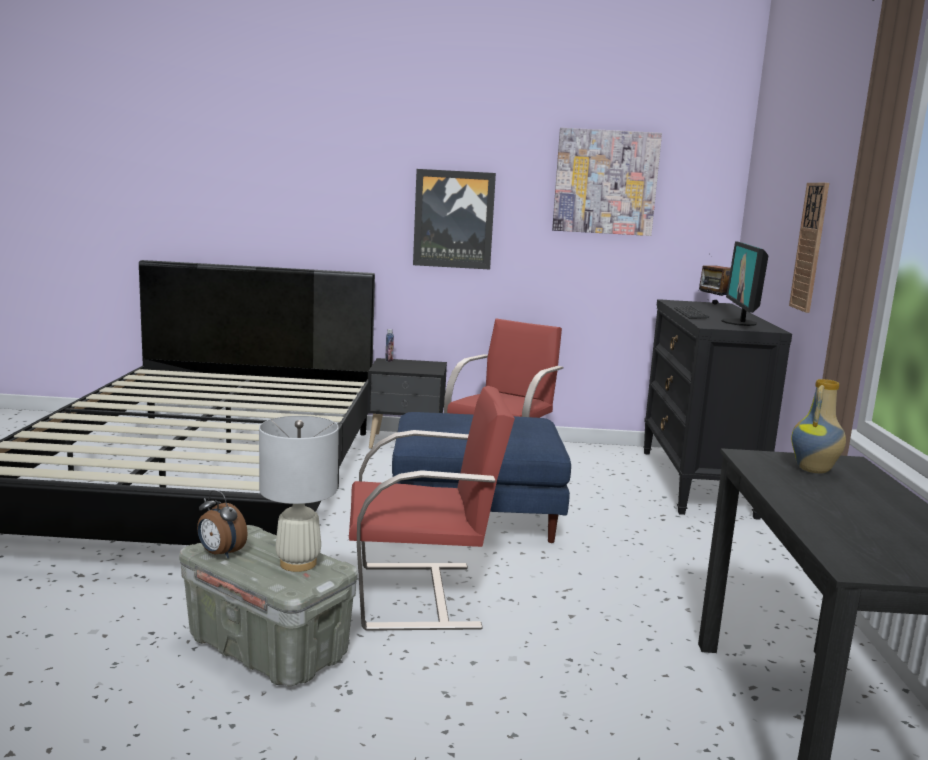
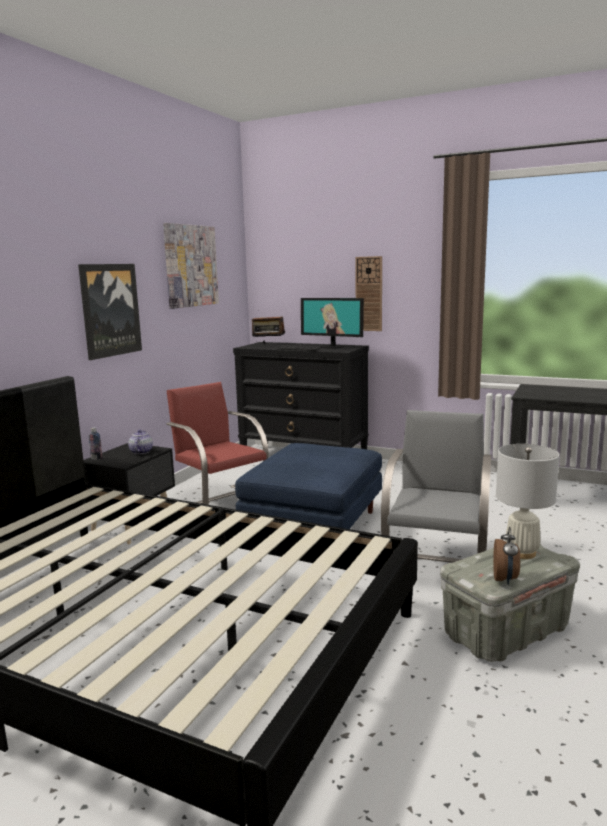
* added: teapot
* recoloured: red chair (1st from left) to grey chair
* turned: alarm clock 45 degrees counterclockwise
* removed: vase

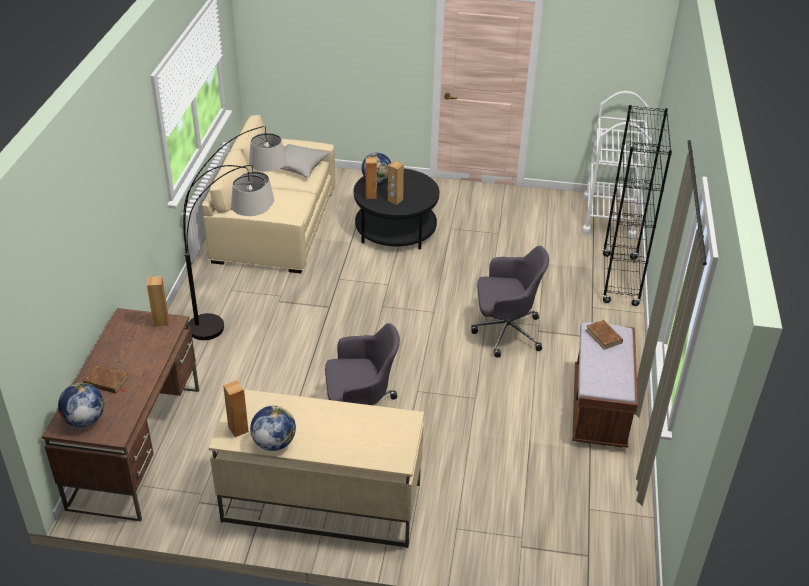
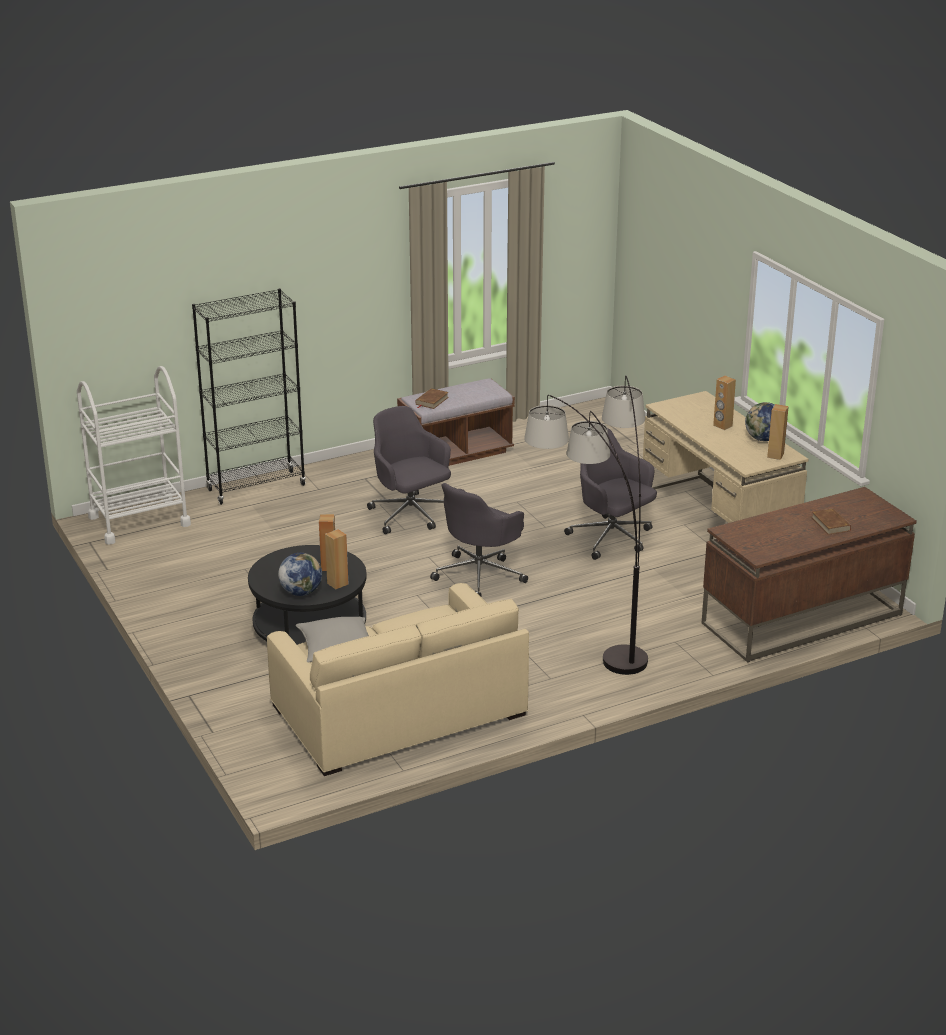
* added: grey office chair (2nd from left)
* moved: brown speaker (1st from left in the first image) to brown speaker (3rd from left)
* removed: globe (1st from left)

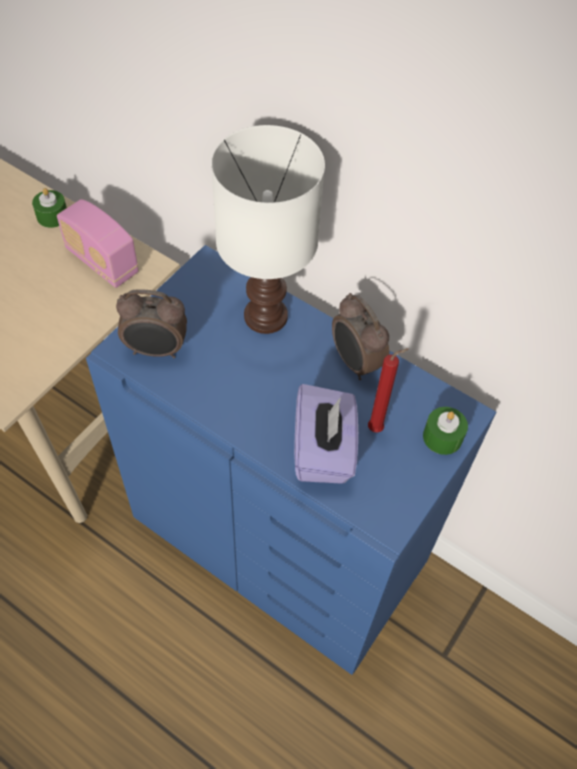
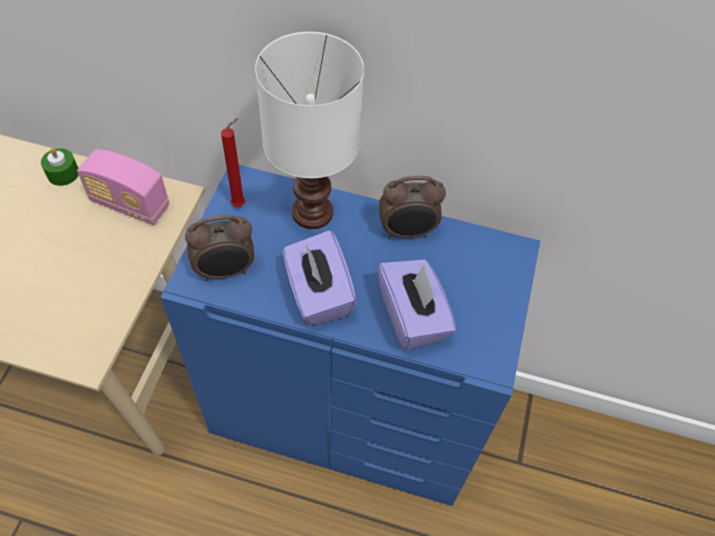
* moved: red candle
* added: purple tissue box (1st from left)
* turned: alarm clock (2nd from left) 45 degrees counterclockwise
* removed: green candle (2nd from left)

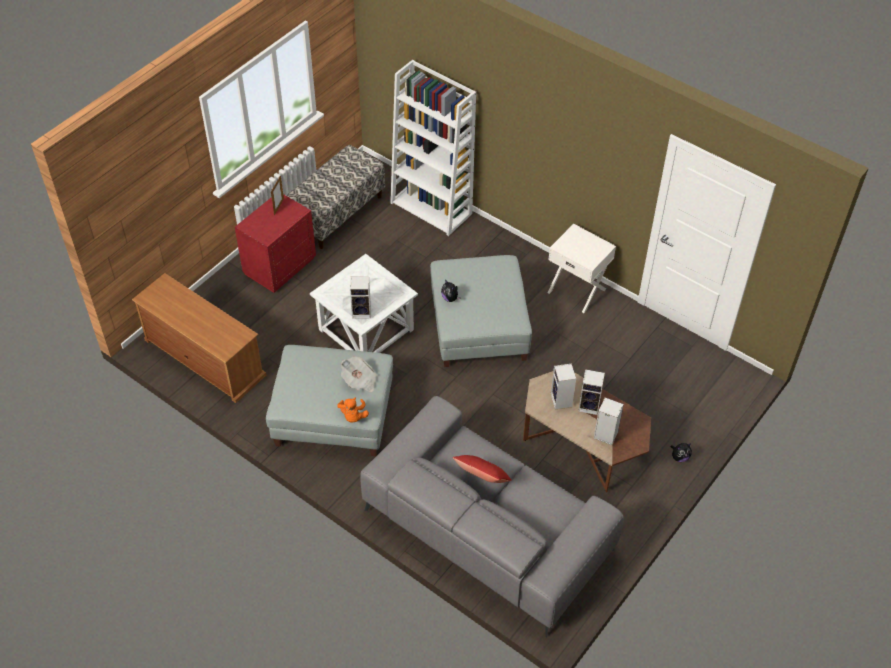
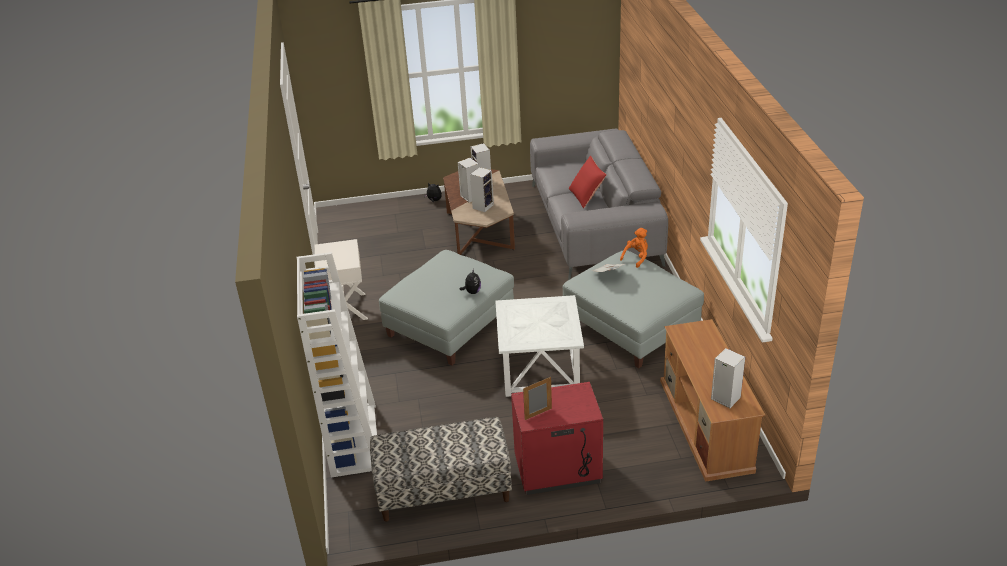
* moved: speaker (1st from left in the first image) to speaker (4th from left)

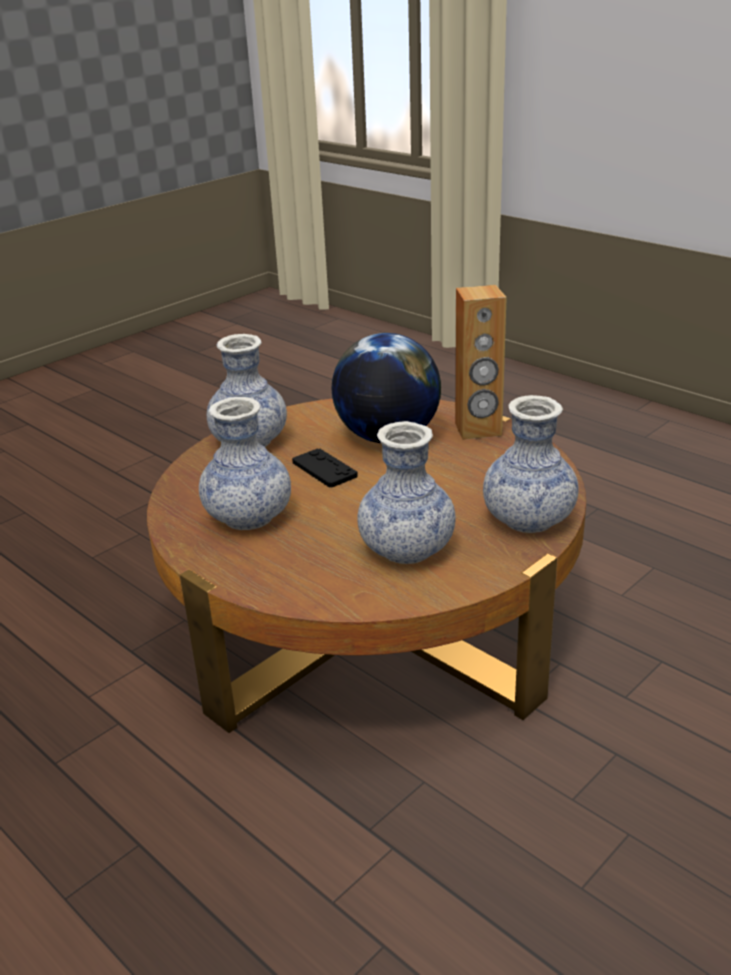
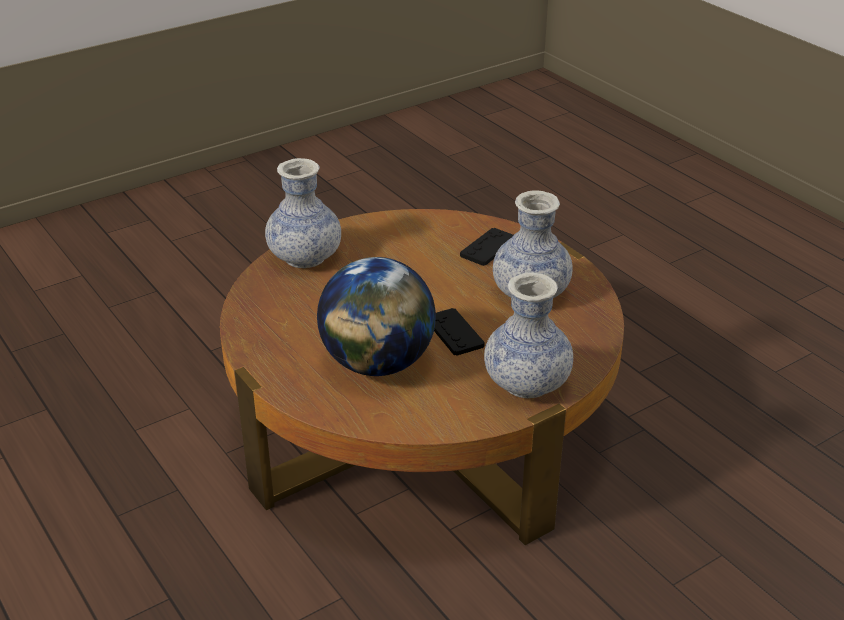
* added: black game controller (2nd from left)
* removed: vase (3rd from left)
* removed: brown speaker

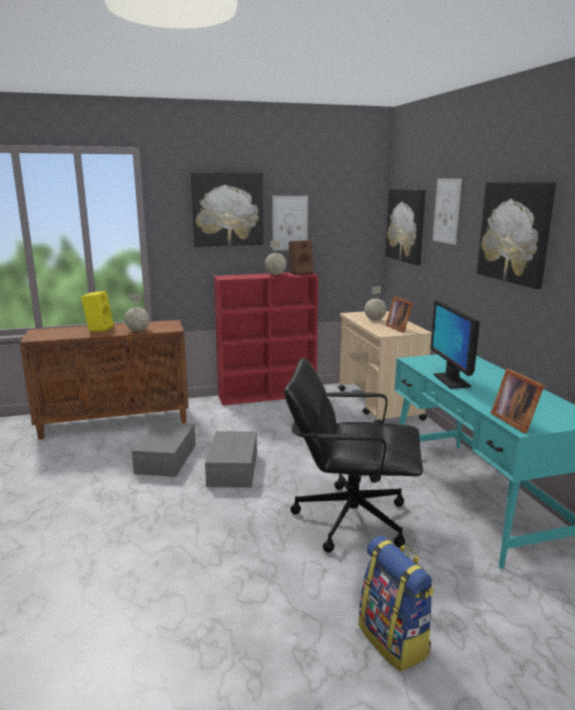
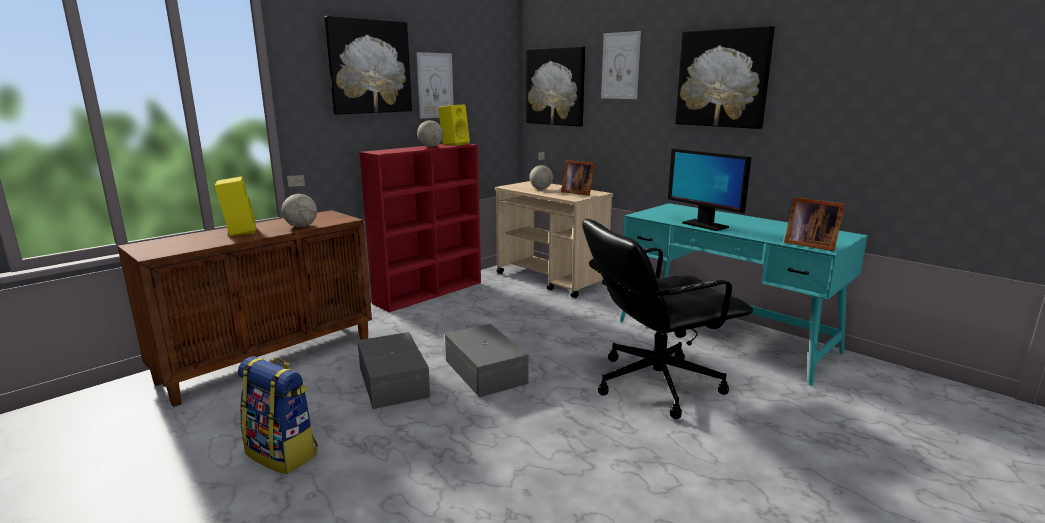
* moved: backpack
* recoloured: brown speaker to yellow speaker (2nd from left)

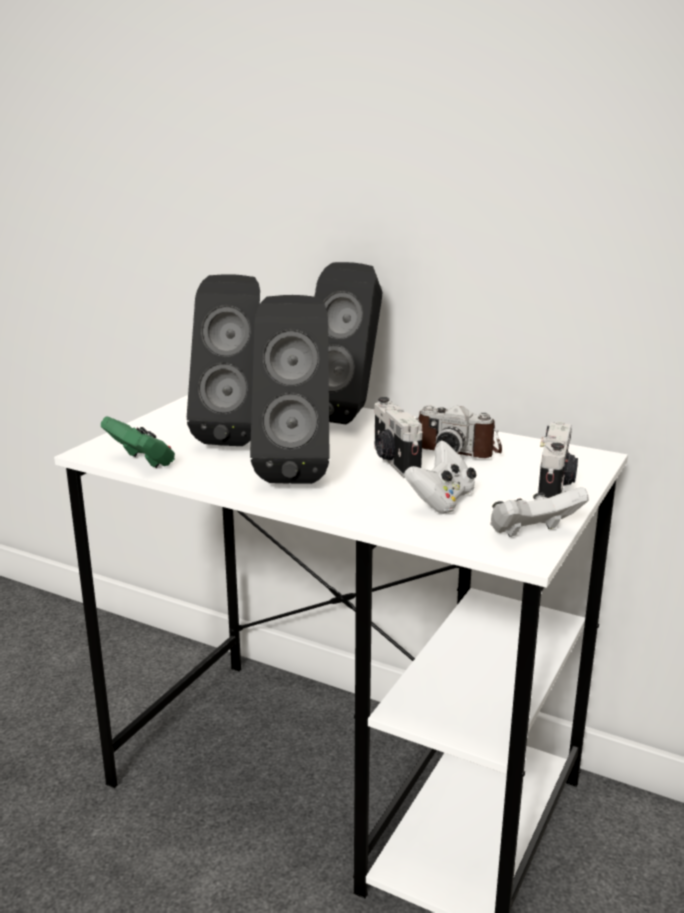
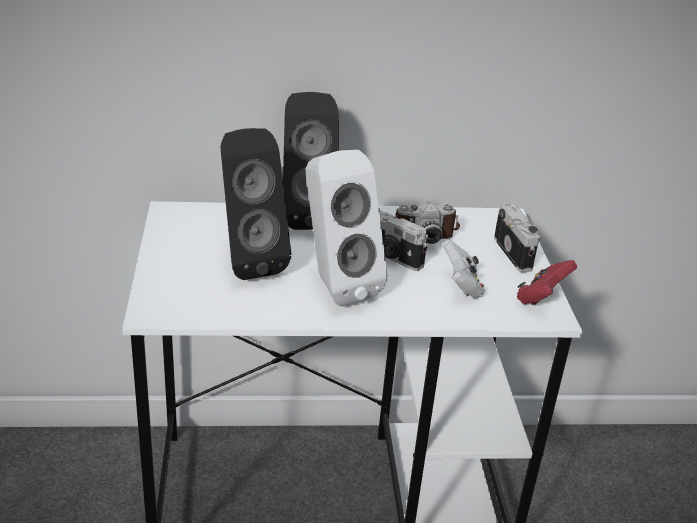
* recoloured: black speaker (2nd from left) to white speaker
* recoloured: white game controller (2nd from left) to red game controller
* removed: green game controller

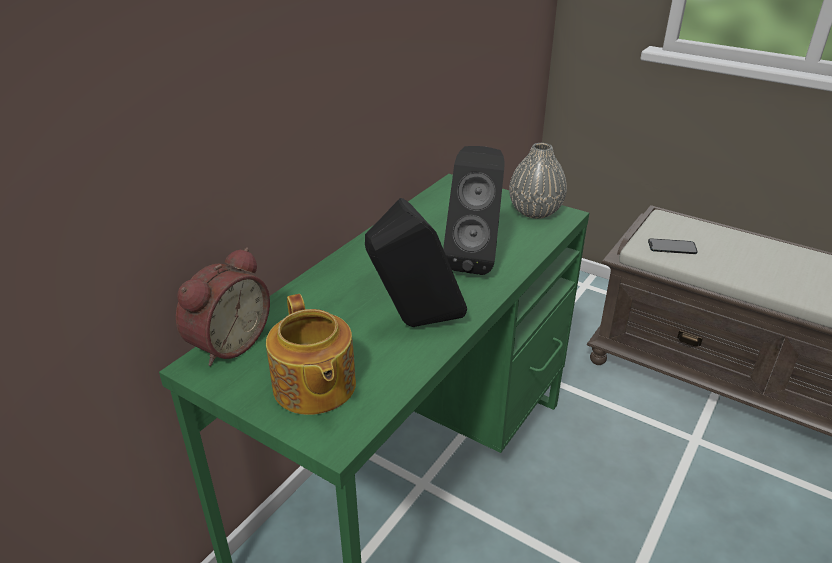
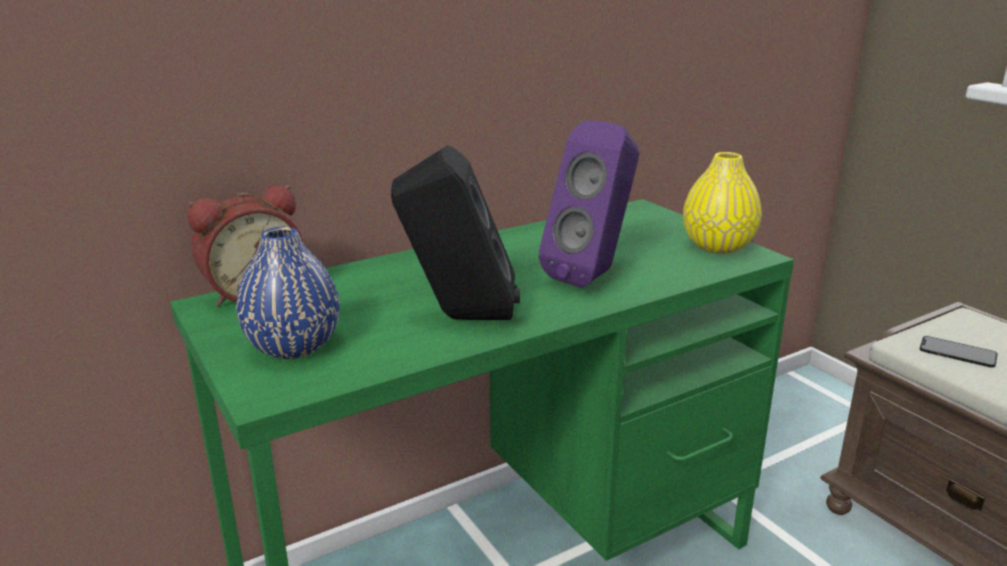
* replaced: teapot to blue vase
* recoloured: black speaker (2nd from left) to purple speaker
* recoloured: grey vase to yellow vase

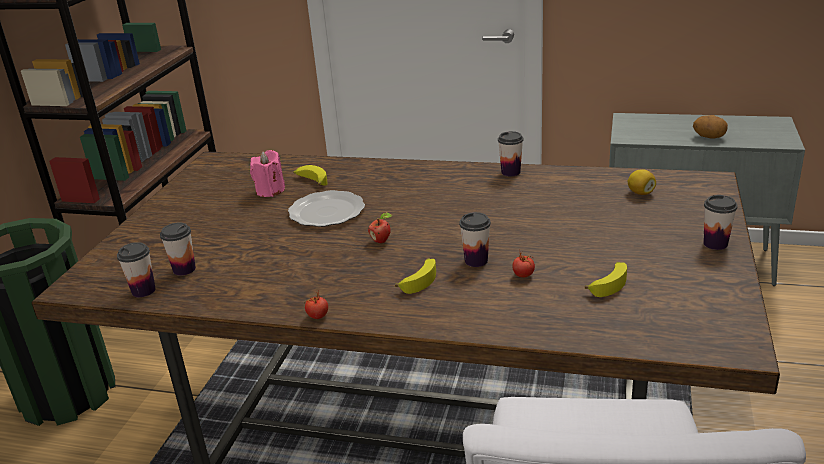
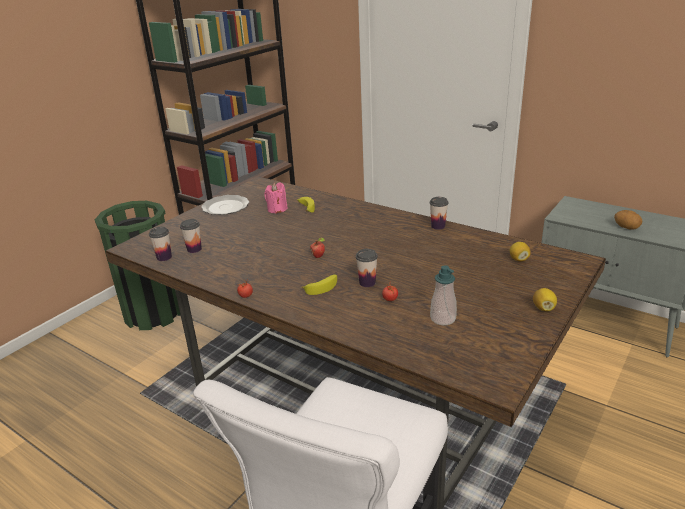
* moved: plate
* replaced: banana (3rd from left) to soap dispenser
* replaced: cup (5th from left) to lemon (2nd from left)

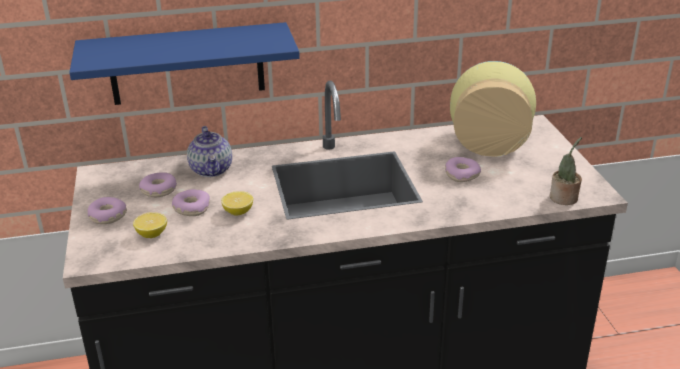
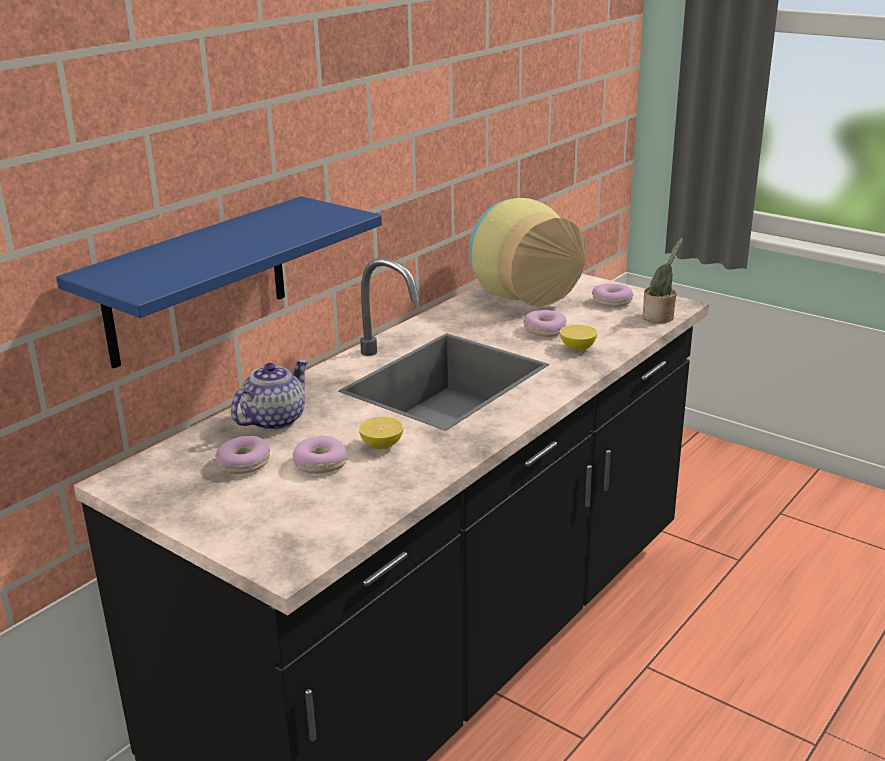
* turned: teapot 90 degrees counterclockwise
* moved: lemon (1st from left in the first image) to lemon (2nd from left)
* moved: donut (1st from left in the first image) to donut (4th from left)

